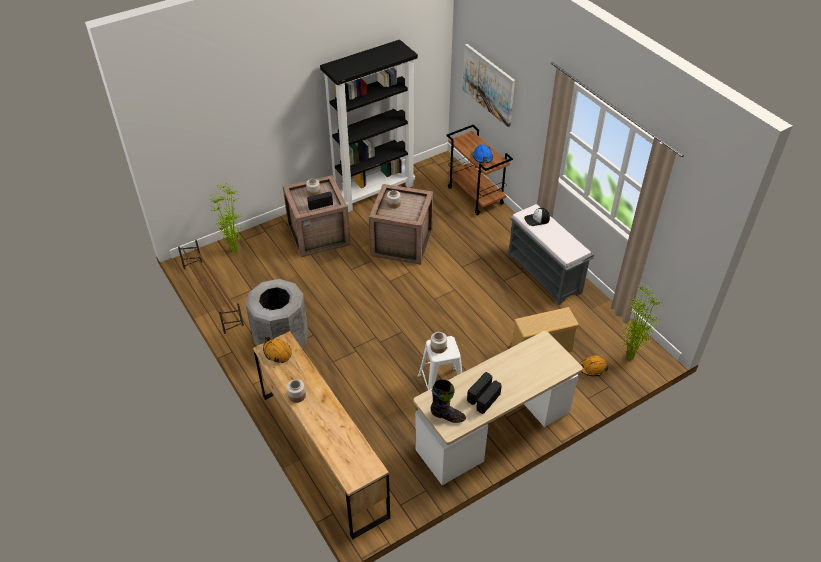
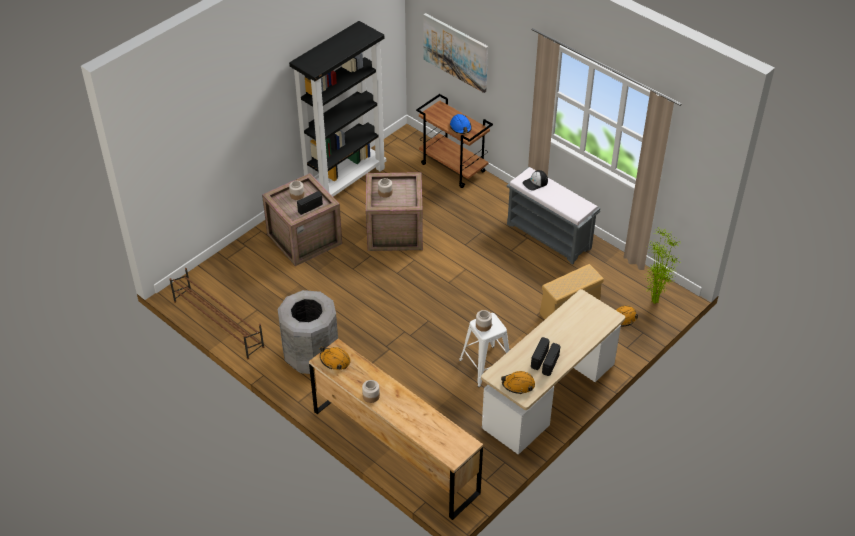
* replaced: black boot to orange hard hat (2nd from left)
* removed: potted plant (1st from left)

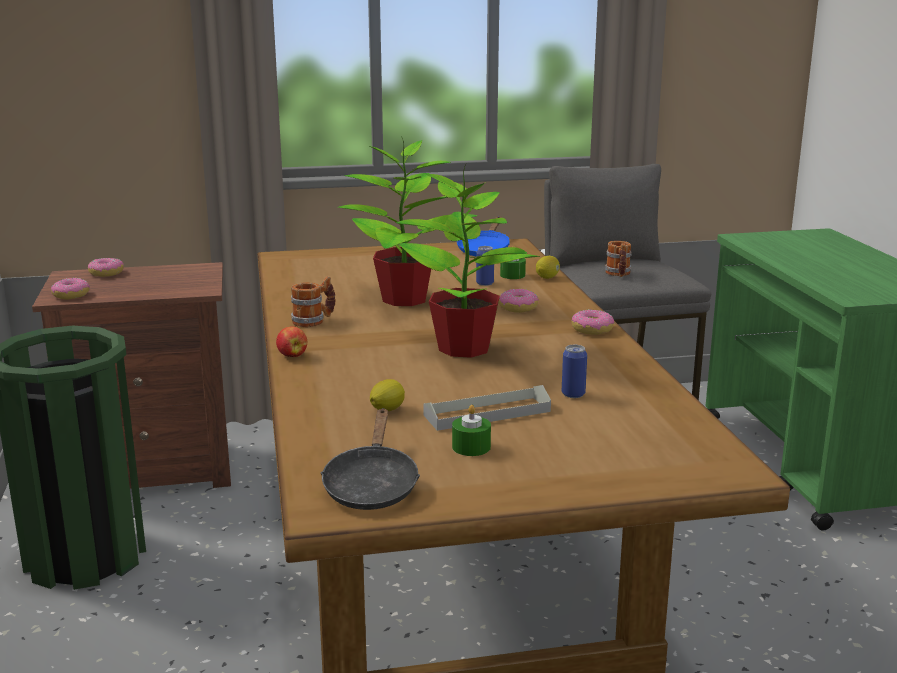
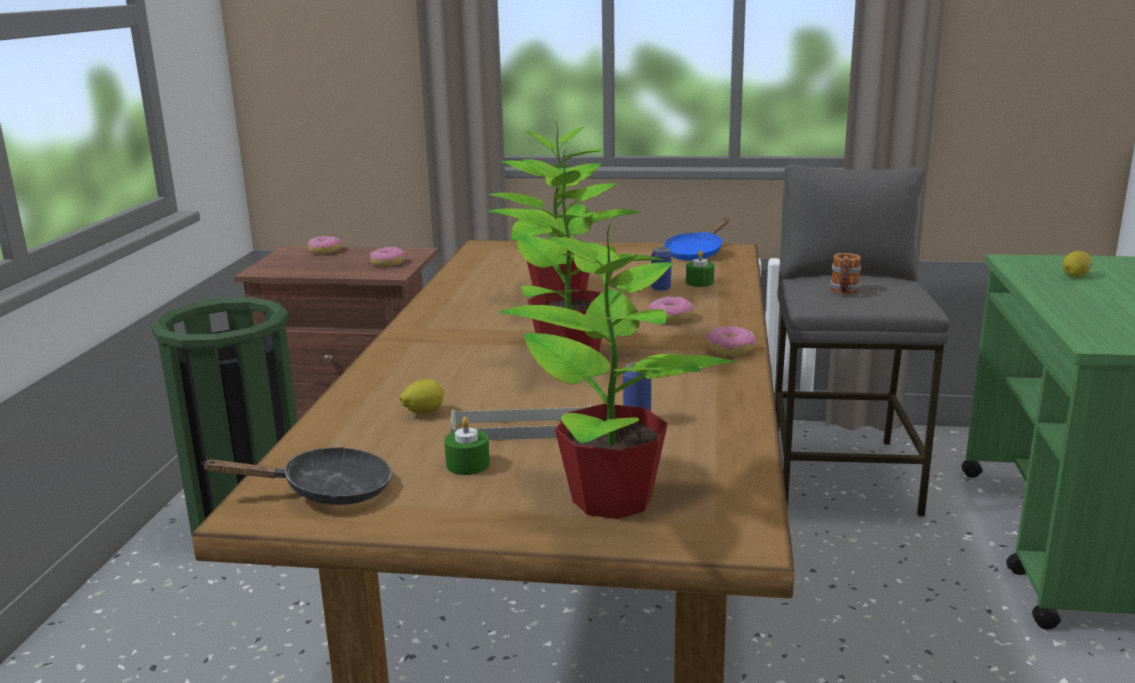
* turned: black frying pan 120 degrees counterclockwise
* moved: donut (1st from left in the first image) to donut (2nd from left)
* added: potted plant (3rd from left)
* moved: lemon (2nd from left)
* removed: apple
* removed: mug (1st from left)

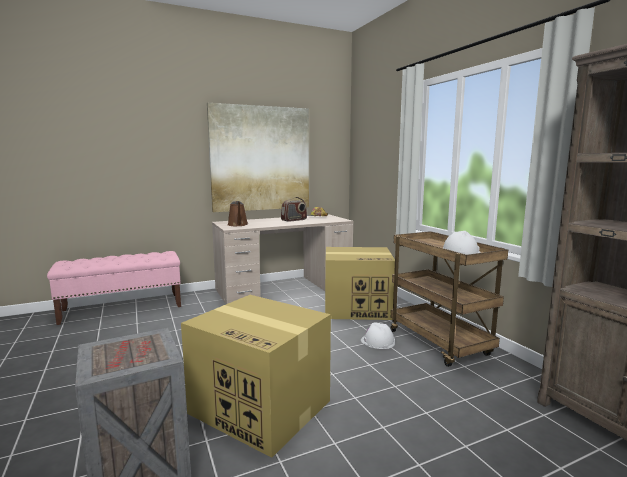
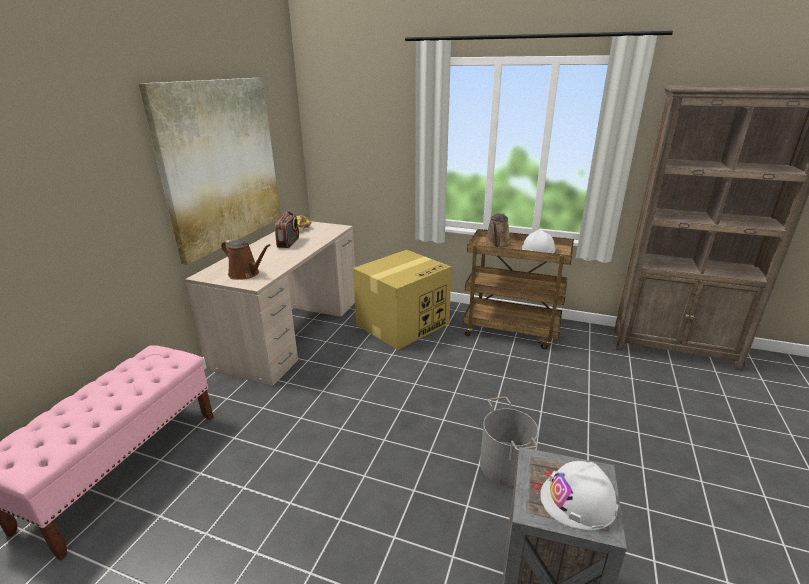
* replaced: cardboard box (1st from left) to grey bucket
* added: brown watering can (2nd from left)
* moved: white hard hat (1st from left in the first image) to white hard hat (2nd from left)

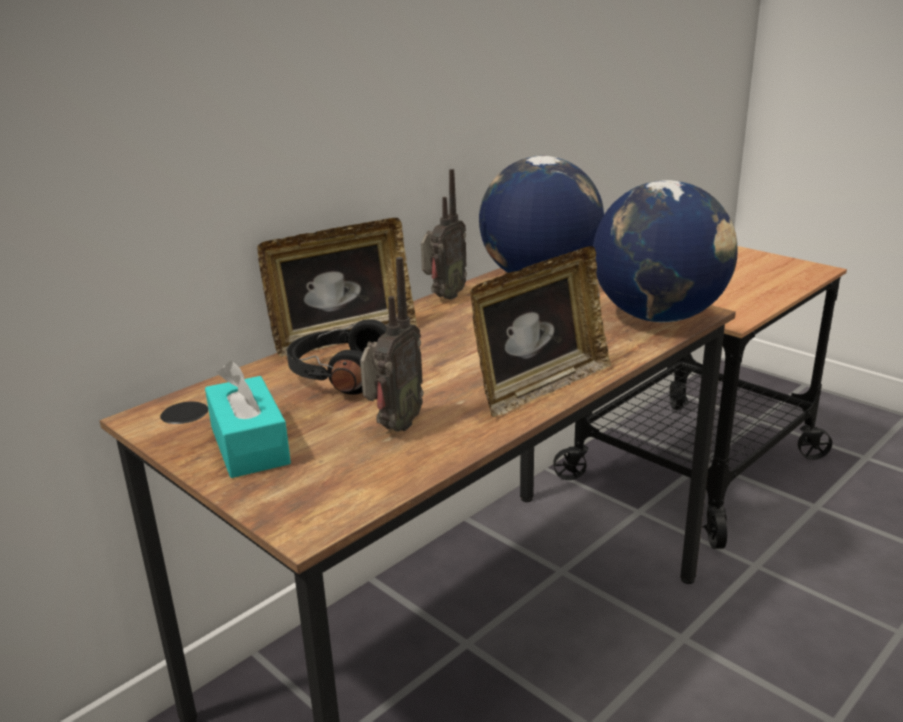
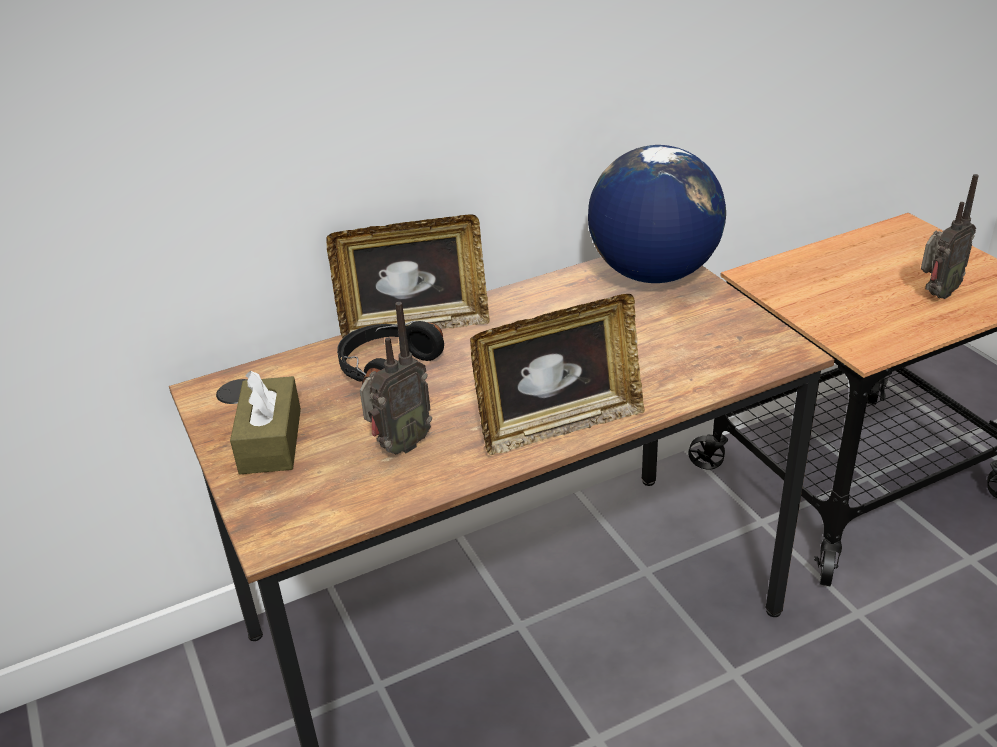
* recoloured: turquoise tissue box to brown tissue box
* moved: radio (2nd from left)
* removed: globe (2nd from left)

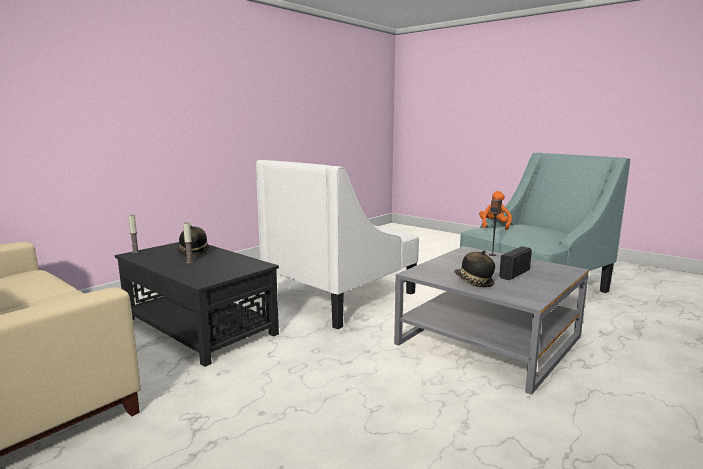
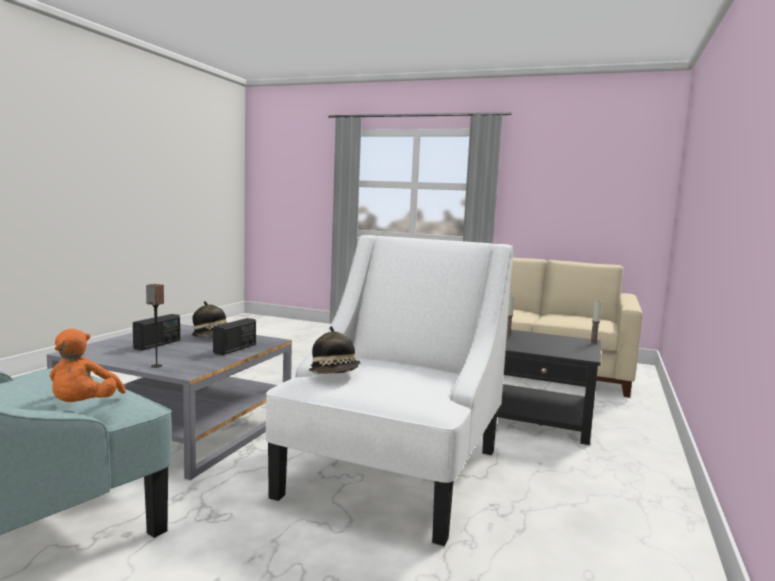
* added: radio (2nd from left)
* moved: hat (1st from left in the first image) to hat (2nd from left)

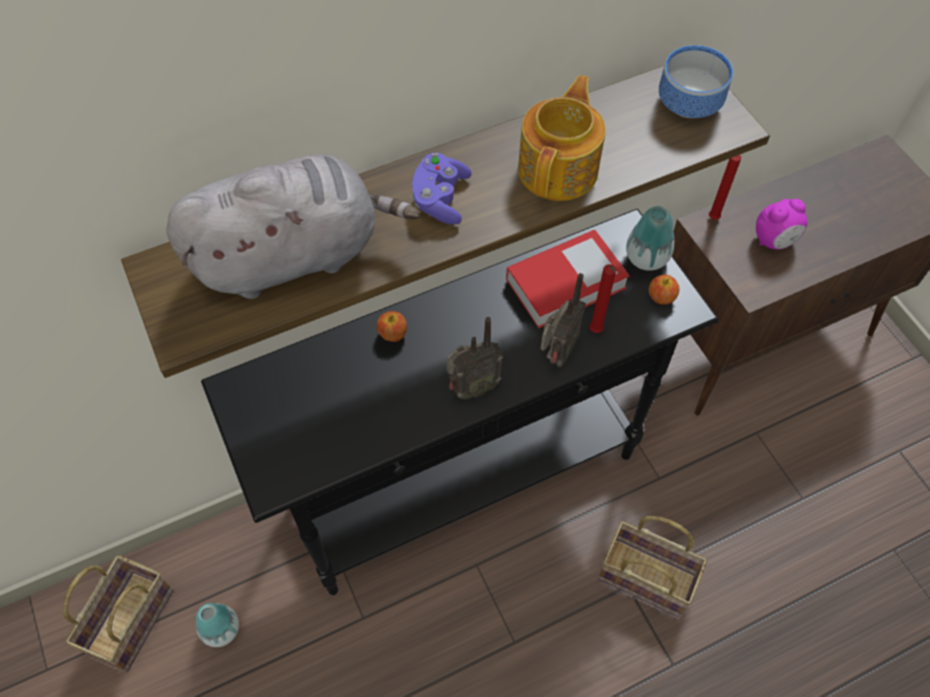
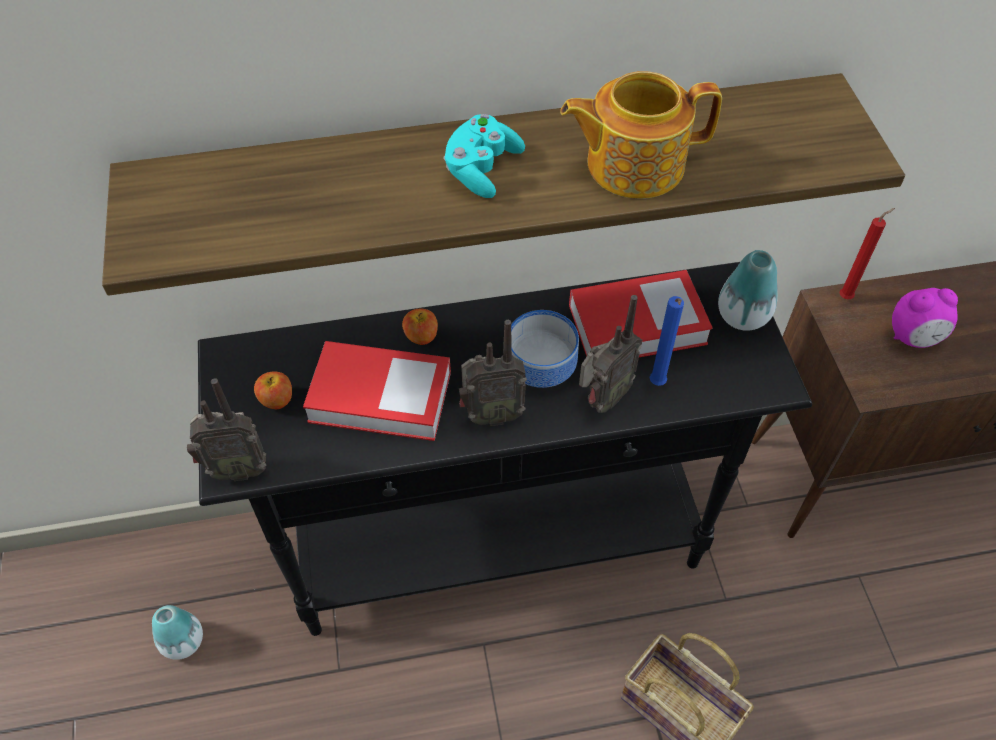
* added: radio (1st from left)
* moved: apple (2nd from left in the first image) to apple (1st from left)
* added: book (1st from left)
* recoloured: purple game controller to turquoise game controller
* moved: bowl
* turned: teapot 135 degrees counterclockwise
* recoloured: red candle (1st from left) to blue candle
* removed: basket (1st from left)
* removed: grey plush toy

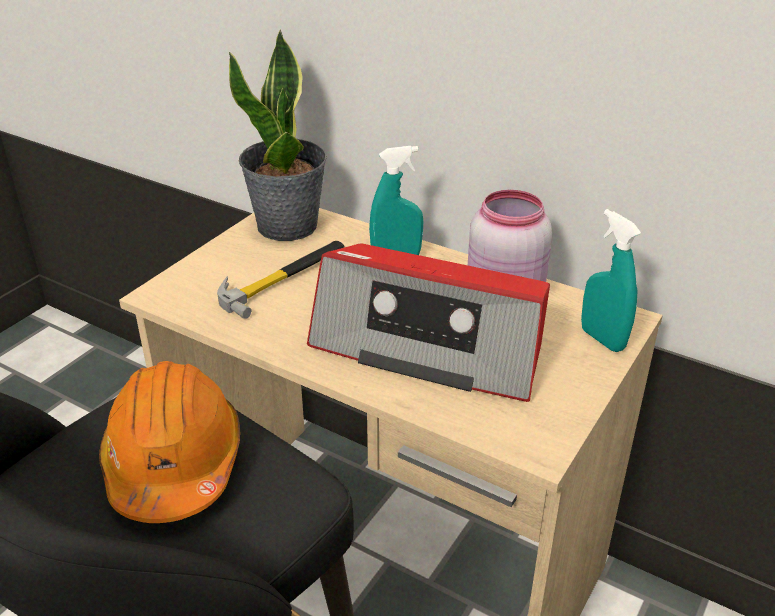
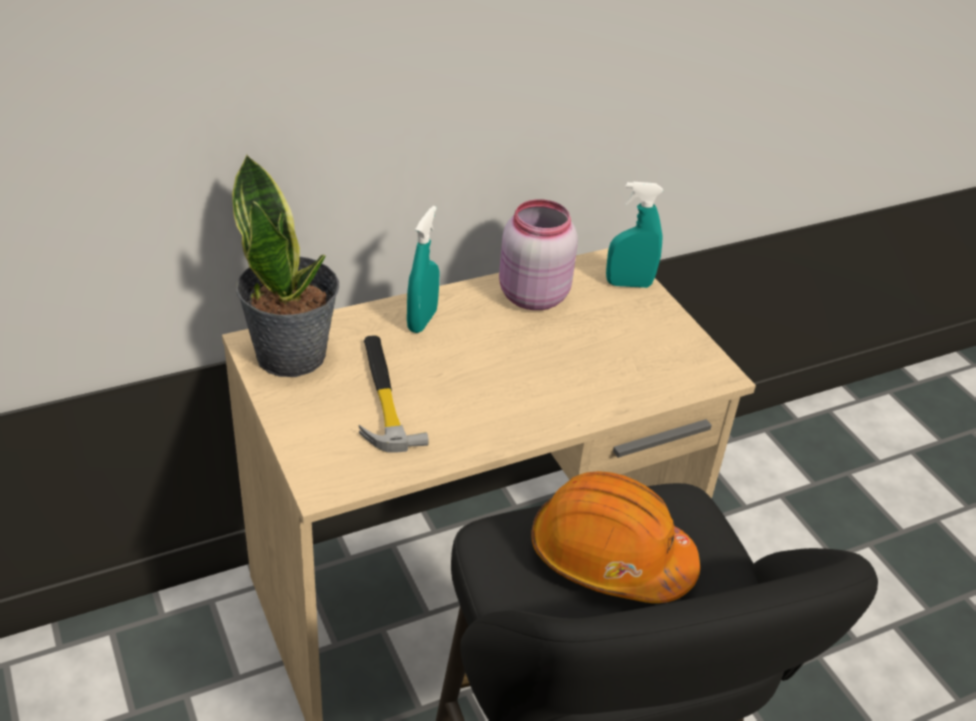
* removed: radio

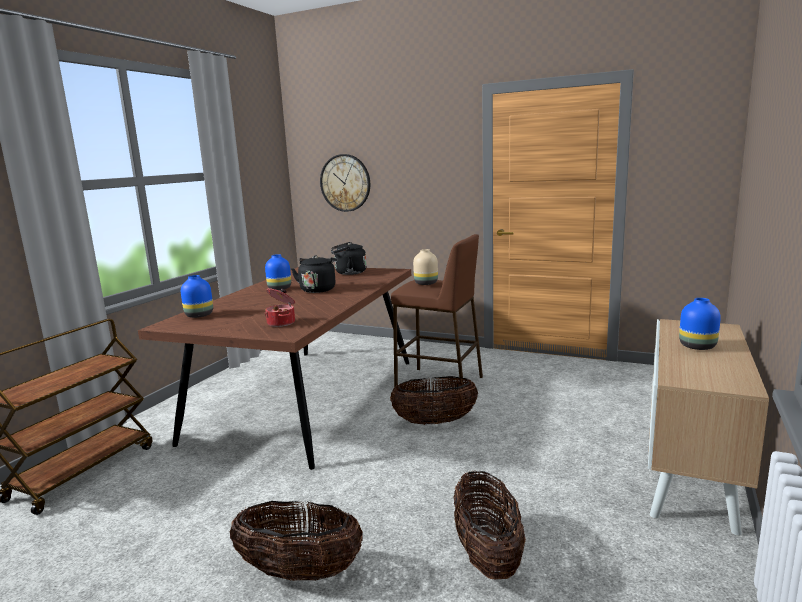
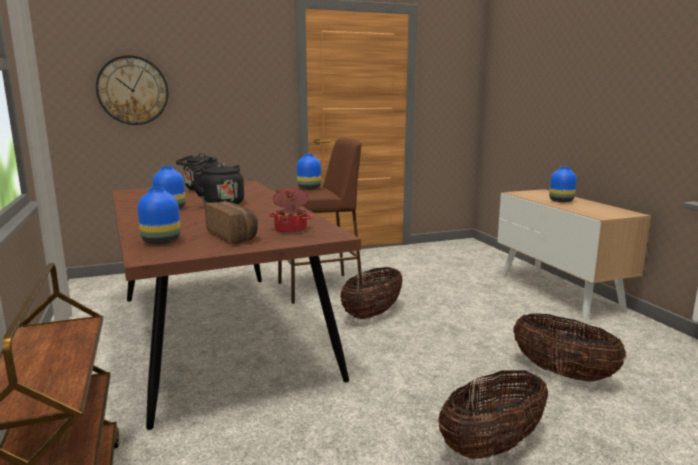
* added: bread
* recoloured: beige vase to blue vase (3rd from left)

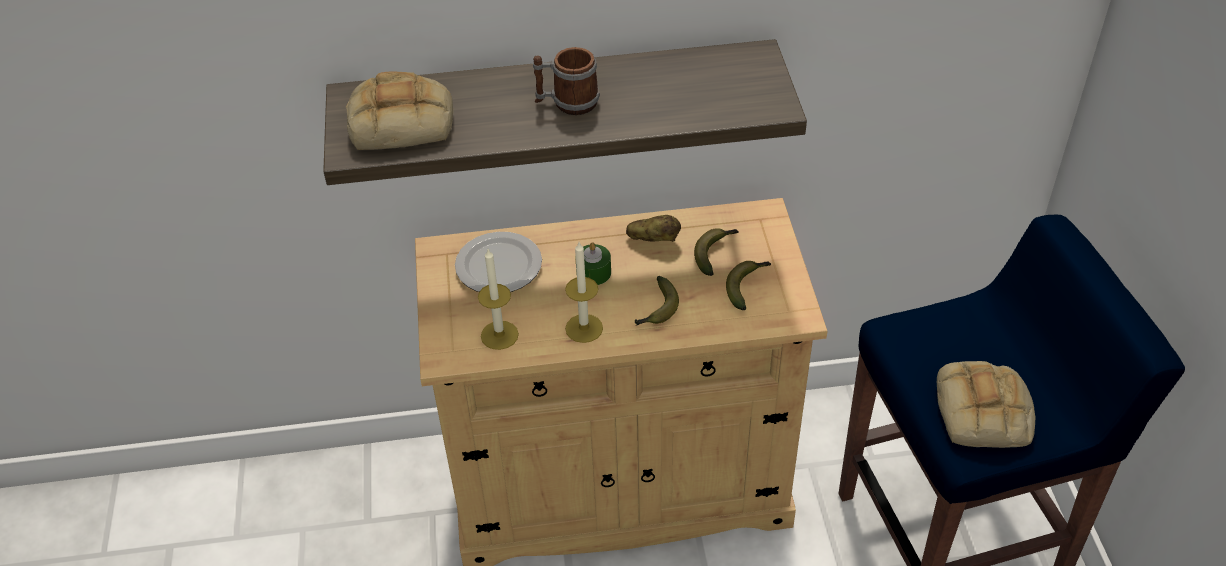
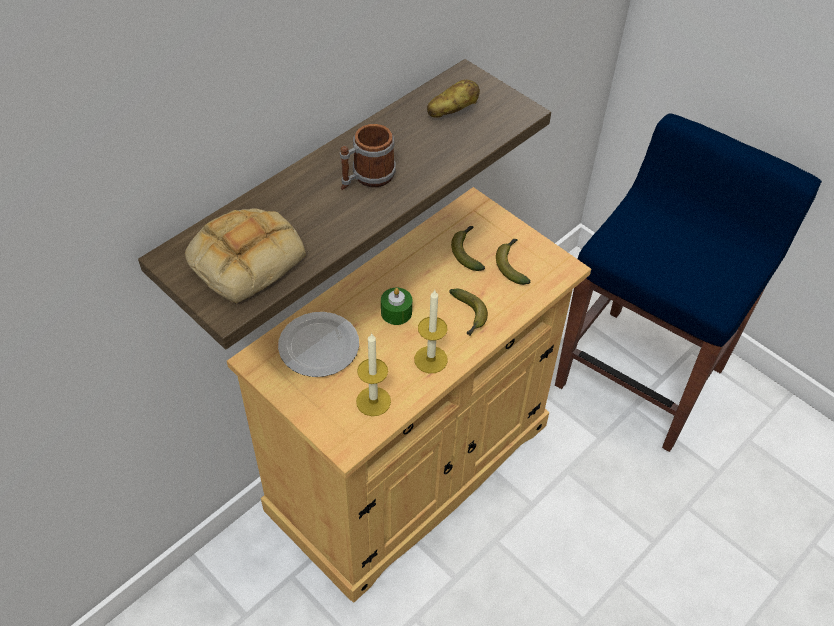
* moved: potato
* removed: bread (2nd from left)

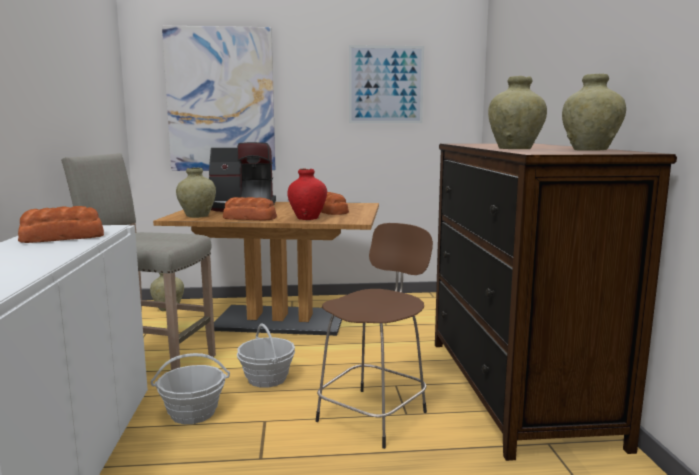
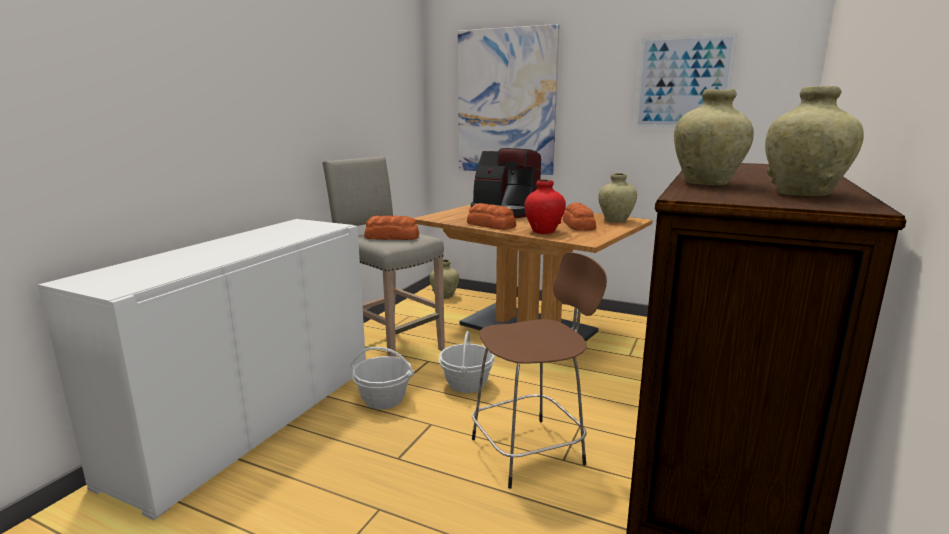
* moved: bread (1st from left)
* moved: beige vase (2nd from left)

